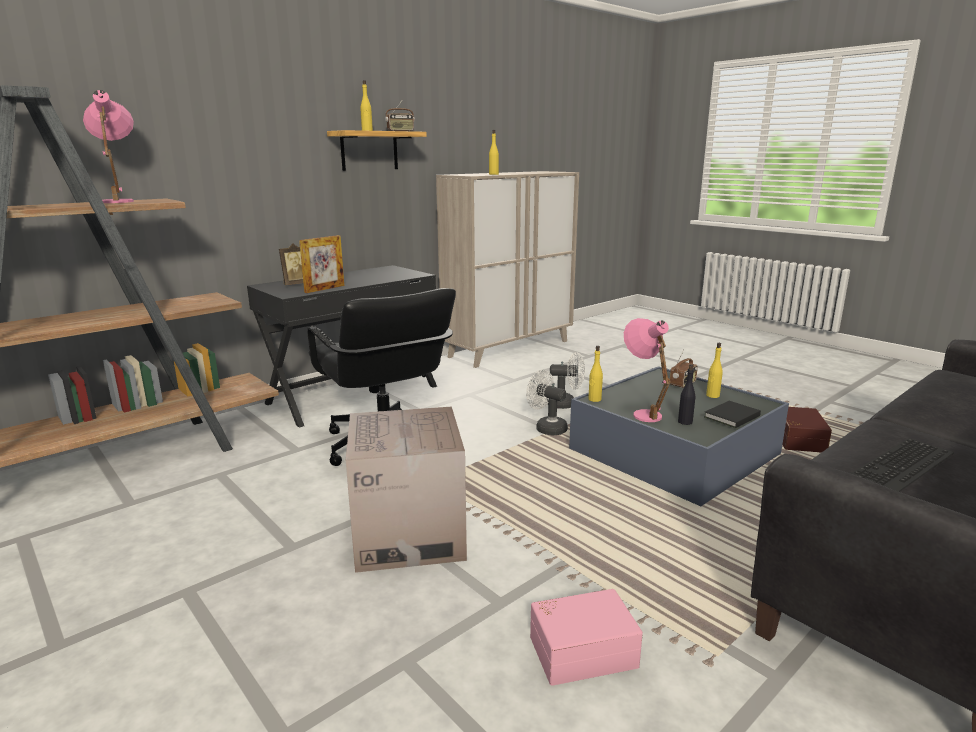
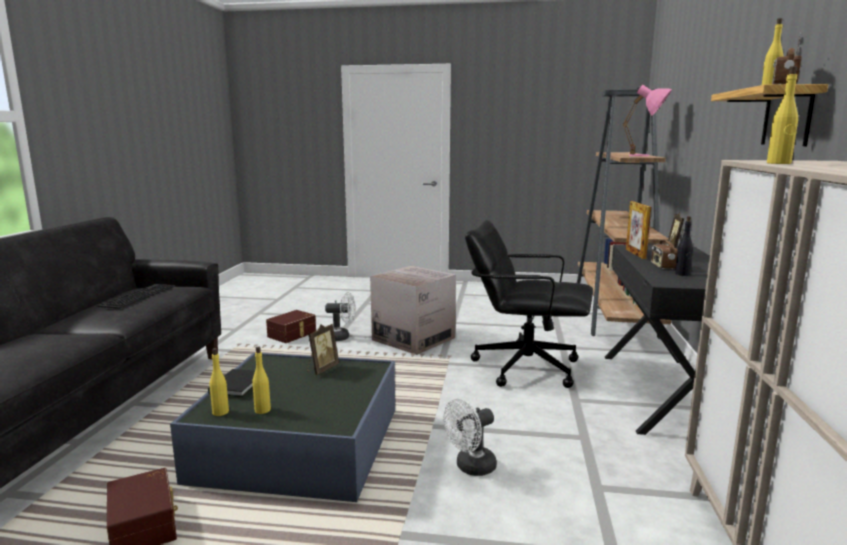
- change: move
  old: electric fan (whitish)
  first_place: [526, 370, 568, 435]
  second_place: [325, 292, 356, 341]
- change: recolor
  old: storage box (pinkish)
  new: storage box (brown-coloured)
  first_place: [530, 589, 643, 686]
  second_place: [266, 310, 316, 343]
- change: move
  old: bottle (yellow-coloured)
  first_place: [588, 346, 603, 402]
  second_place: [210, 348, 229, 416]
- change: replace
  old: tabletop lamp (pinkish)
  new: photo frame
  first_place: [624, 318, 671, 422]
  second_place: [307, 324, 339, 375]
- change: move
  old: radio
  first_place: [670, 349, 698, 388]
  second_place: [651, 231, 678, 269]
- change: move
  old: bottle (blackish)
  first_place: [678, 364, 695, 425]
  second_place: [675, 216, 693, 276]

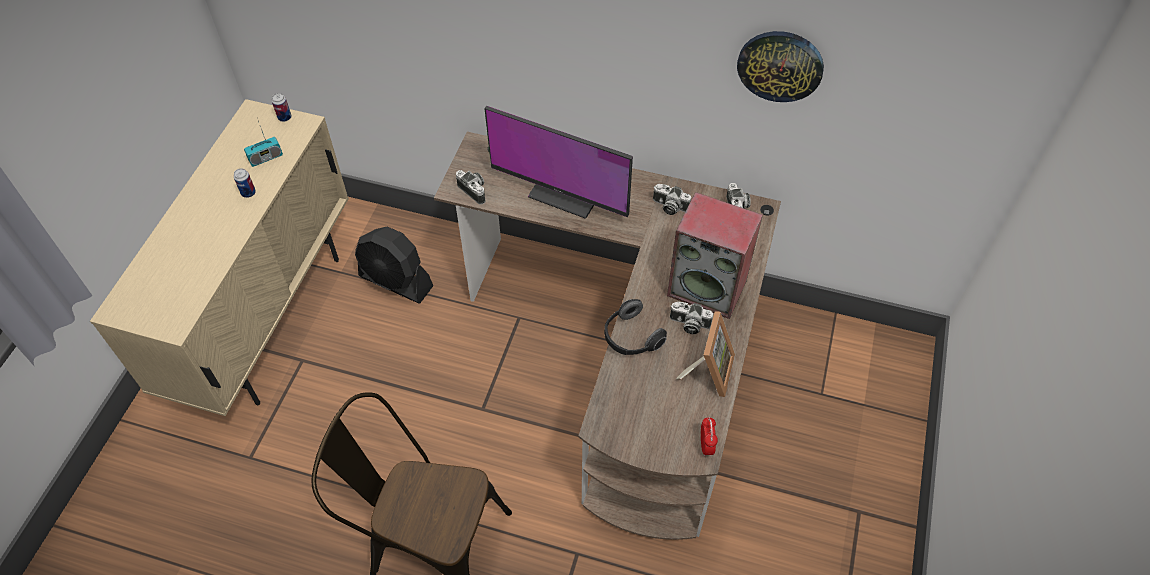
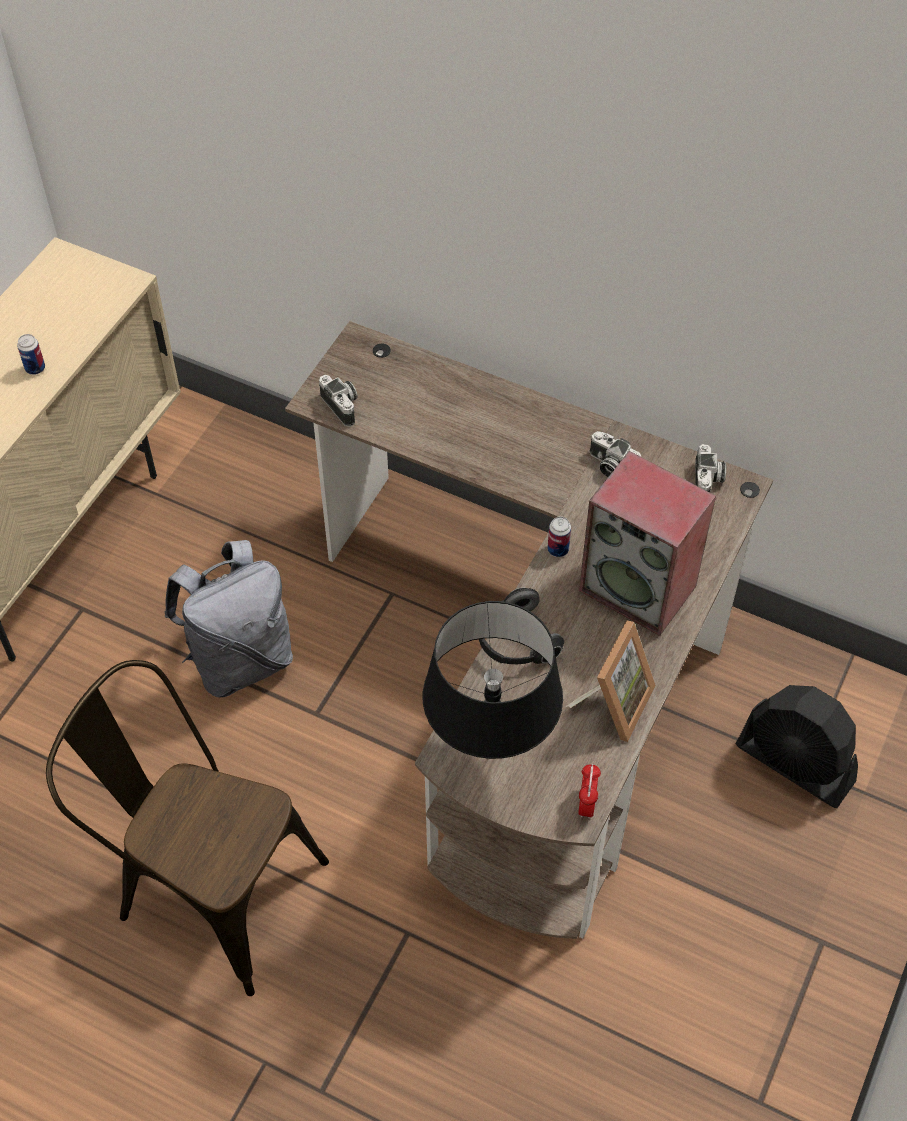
- change: delete
  old: radio
  first_place: [244, 118, 283, 167]
- change: move
  old: metal can
  first_place: [272, 93, 292, 122]
  second_place: [548, 516, 571, 557]
- change: move
  old: electric fan (blackish)
  first_place: [355, 226, 433, 303]
  second_place: [736, 685, 858, 808]
- change: delete
  old: computer display
  first_place: [484, 106, 633, 219]
- change: delete
  old: photo camera
  first_place: [670, 302, 713, 334]
- change: delete
  old: wall clock
  first_place: [737, 31, 824, 102]
- change: insert
  new: knapsack (greyish)
  second_place: [164, 540, 293, 697]
- change: insert
  new: tabletop lamp (blackish)
  second_place: [423, 601, 563, 759]

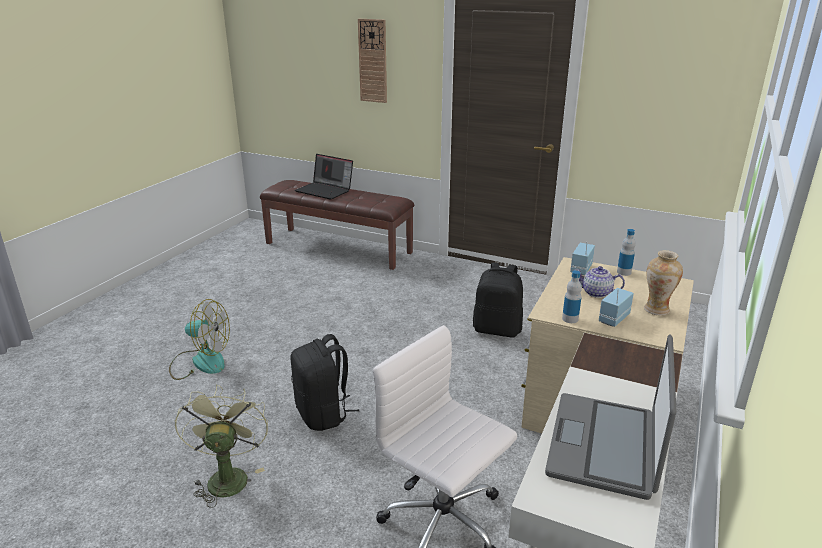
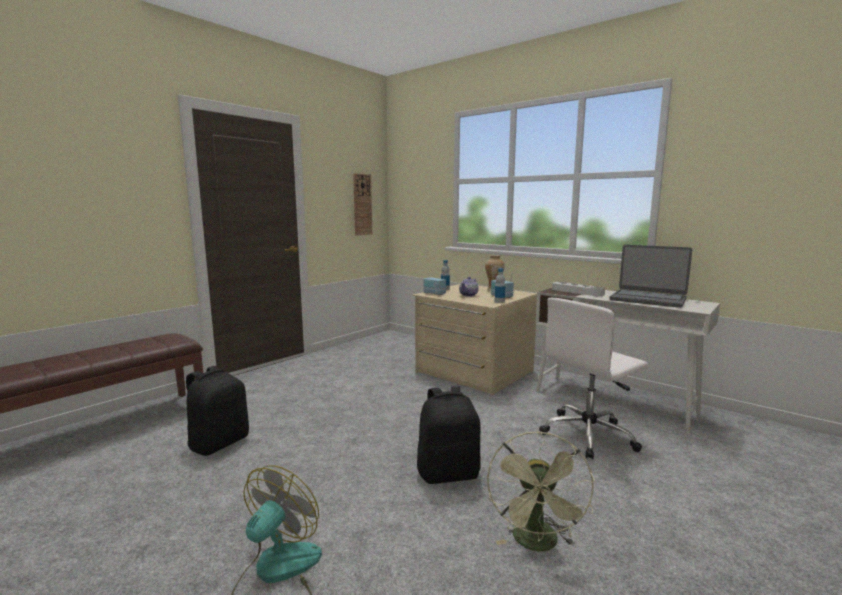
- change: rotate
  old: electric fan (green-coloured)
  first_place: [175, 384, 268, 508]
  second_place: [487, 431, 595, 551]
  degrees: -90
- change: delete
  old: laptop
  first_place: [295, 154, 353, 200]
- change: move
  old: wall clock
  first_place: [358, 19, 387, 103]
  second_place: [353, 173, 372, 235]
- change: move
  old: knapsack (blackish)
  first_place: [473, 263, 523, 338]
  second_place: [186, 366, 249, 456]
- change: insert
  new: serving tray (greyish)
  second_place: [552, 282, 605, 296]

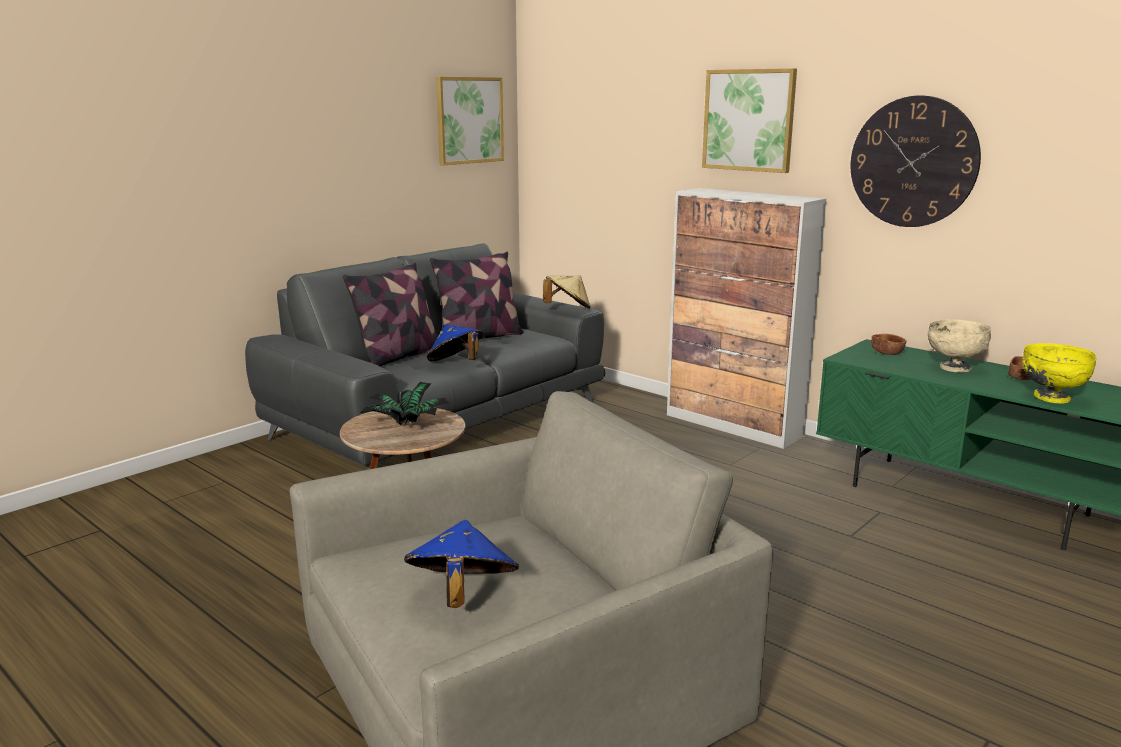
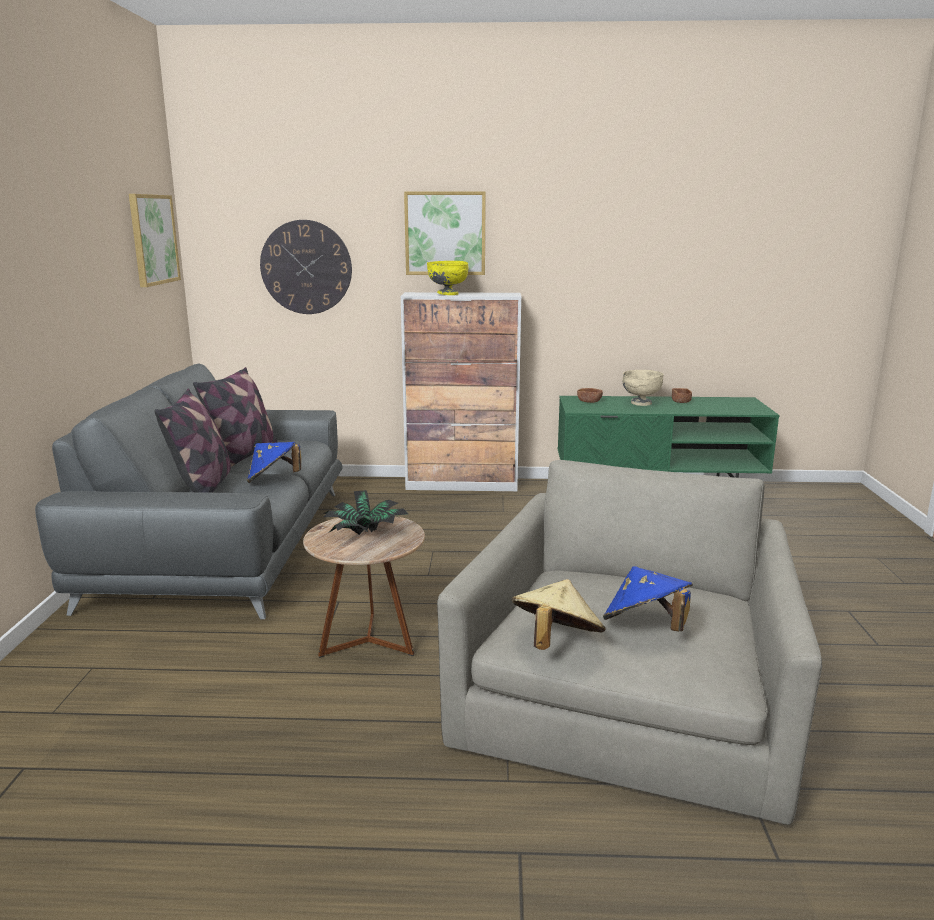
- change: move
  old: clothing hat (beige)
  first_place: [543, 275, 591, 309]
  second_place: [511, 579, 606, 650]
- change: move
  old: wall clock
  first_place: [851, 96, 981, 227]
  second_place: [260, 220, 352, 314]
- change: move
  old: bowl (yellow-coloured)
  first_place: [1022, 343, 1097, 403]
  second_place: [427, 261, 469, 295]

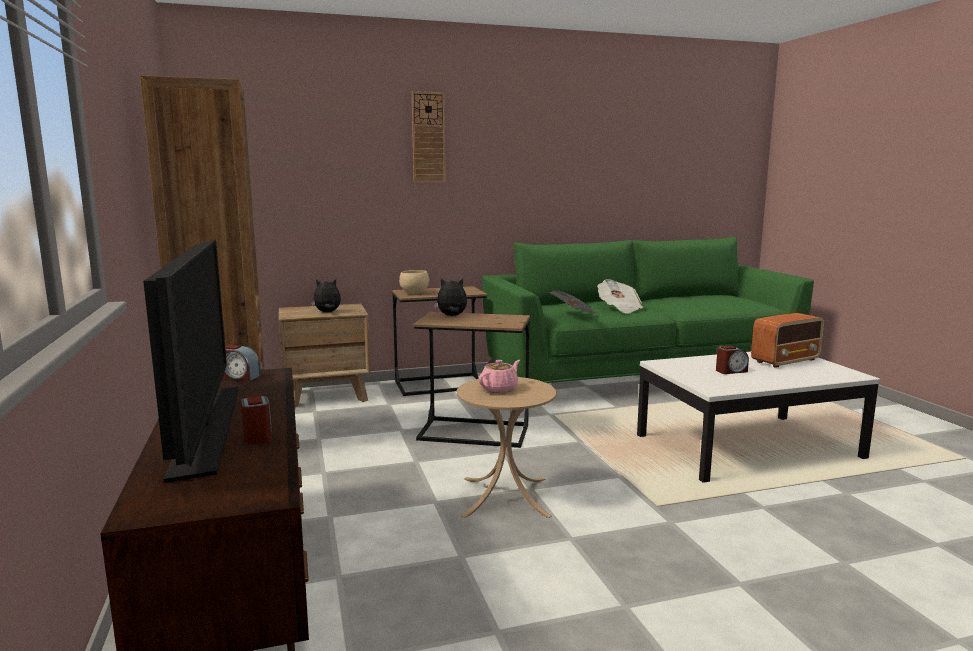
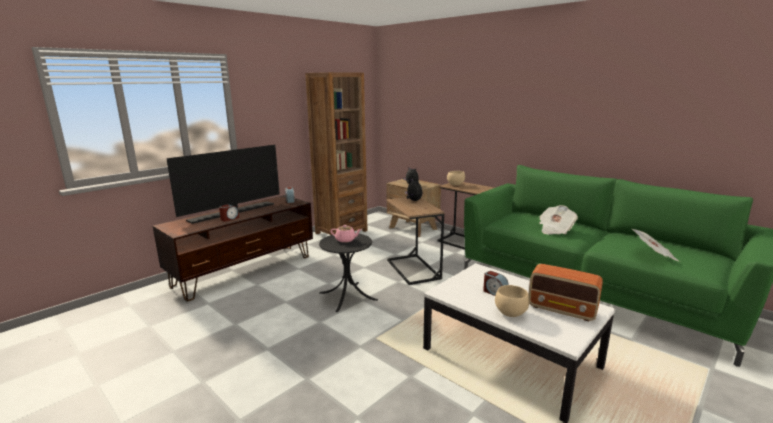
- change: delete
  old: wall clock
  first_place: [412, 91, 446, 183]
- change: recolor
  old: end table (beige)
  new: end table (blackish)
  first_place: [457, 377, 556, 518]
  second_place: [319, 233, 378, 312]
- change: move
  old: daily paper
  first_place: [549, 290, 597, 314]
  second_place: [632, 229, 680, 262]
- change: insert
  new: bowl (beige)
  second_place: [495, 285, 529, 317]

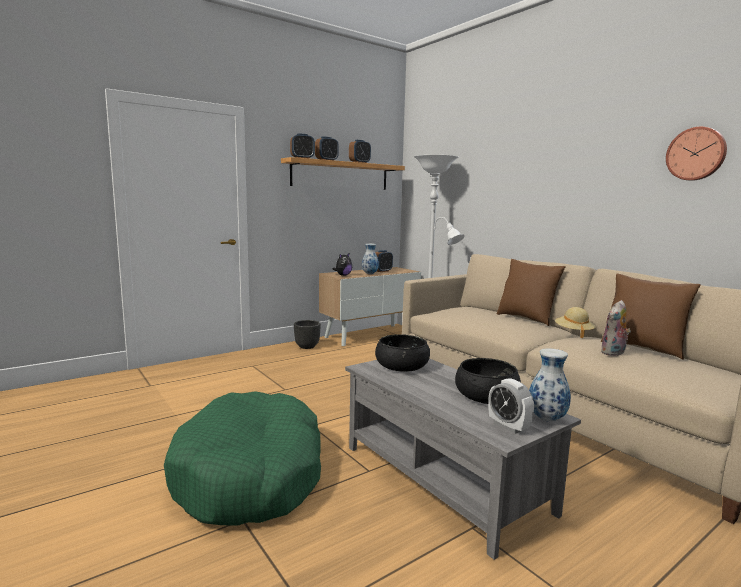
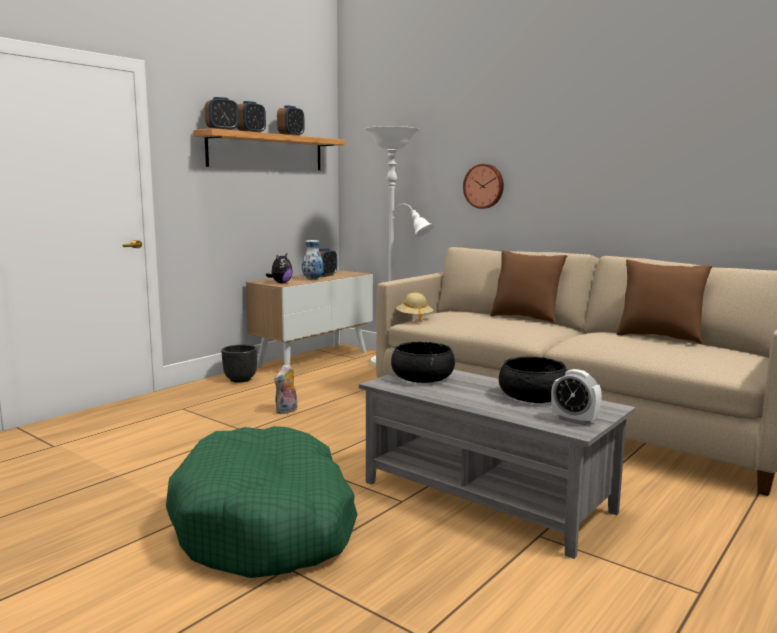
- change: delete
  old: vase
  first_place: [529, 349, 571, 422]
- change: move
  old: clothing hat (beige)
  first_place: [555, 307, 596, 338]
  second_place: [396, 293, 433, 322]
- change: move
  old: cuddly toy
  first_place: [602, 300, 631, 356]
  second_place: [274, 363, 297, 414]
- change: move
  old: wall clock
  first_place: [666, 127, 727, 181]
  second_place: [463, 164, 504, 209]

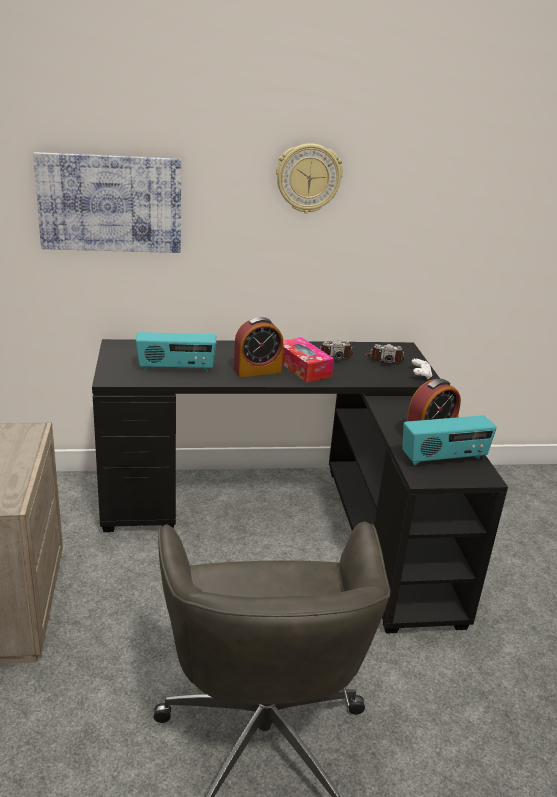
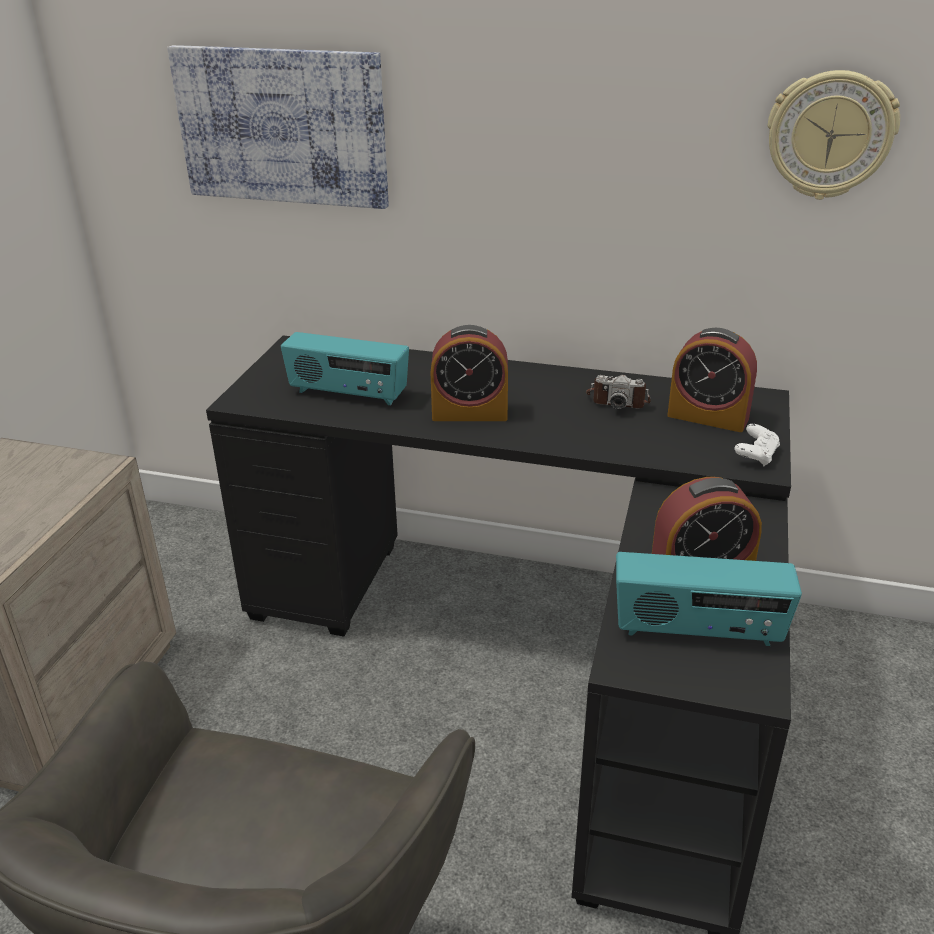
- change: move
  old: wall clock
  first_place: [276, 143, 343, 213]
  second_place: [767, 70, 900, 200]
- change: delete
  old: tissue holder
  first_place: [282, 337, 334, 383]
- change: replace
  old: photo camera
  new: table clock
  first_place: [365, 344, 405, 363]
  second_place: [667, 328, 757, 432]

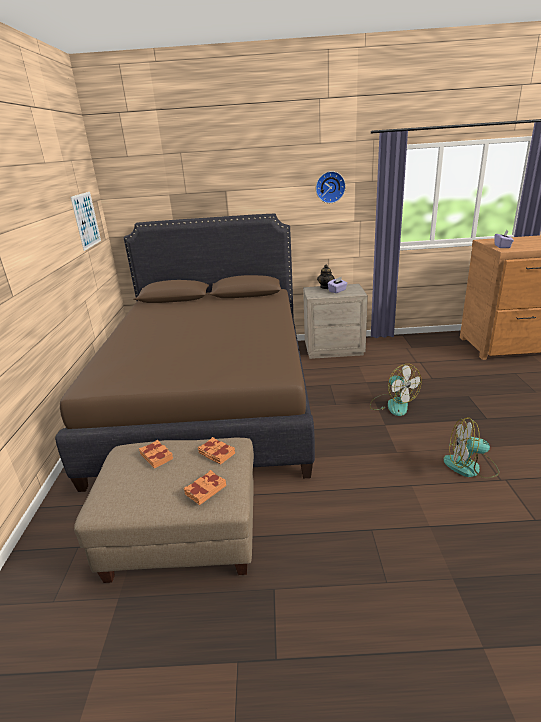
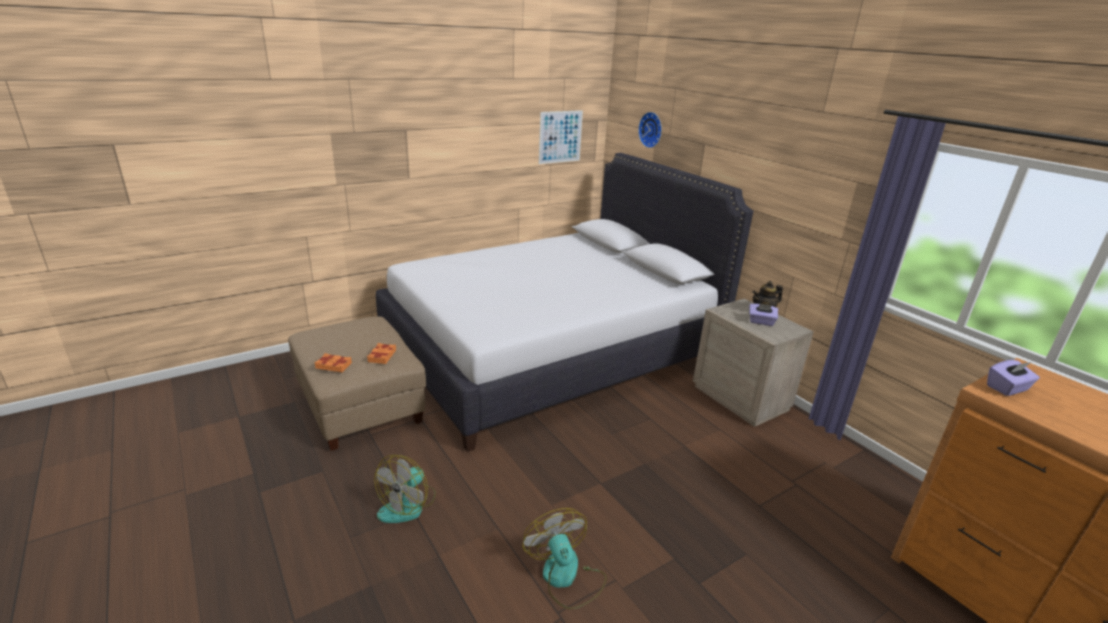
- change: recolor
  old: sleeping bed (brown-coloured)
  new: sleeping bed (whitish)
  first_place: [55, 213, 315, 492]
  second_place: [376, 153, 753, 452]
- change: delete
  old: bound book (orange)
  first_place: [139, 440, 173, 469]
- change: move
  old: wall clock
  first_place: [316, 171, 346, 203]
  second_place: [638, 112, 662, 148]
- change: move
  old: electric fan
  first_place: [370, 364, 422, 416]
  second_place: [374, 455, 436, 523]

